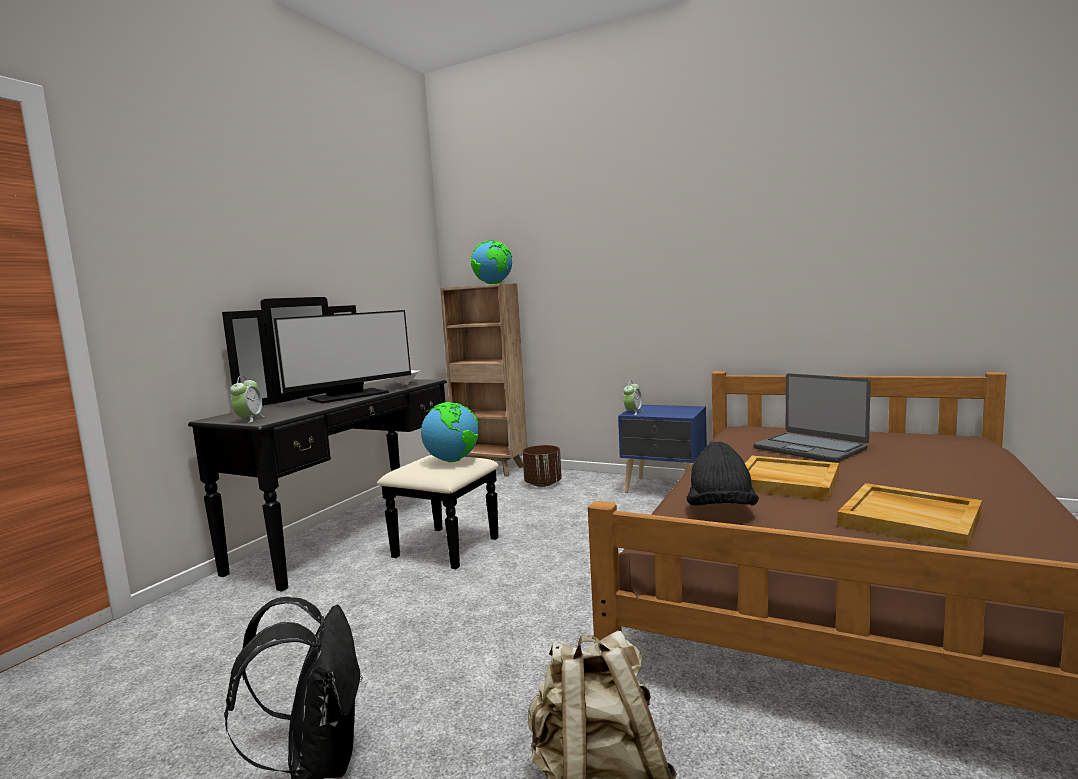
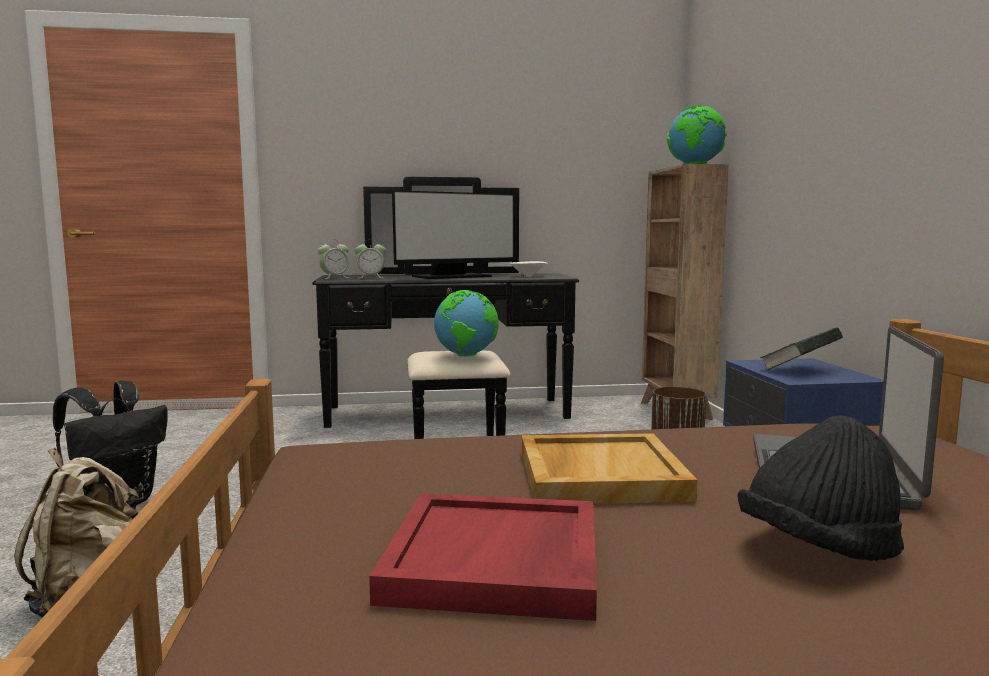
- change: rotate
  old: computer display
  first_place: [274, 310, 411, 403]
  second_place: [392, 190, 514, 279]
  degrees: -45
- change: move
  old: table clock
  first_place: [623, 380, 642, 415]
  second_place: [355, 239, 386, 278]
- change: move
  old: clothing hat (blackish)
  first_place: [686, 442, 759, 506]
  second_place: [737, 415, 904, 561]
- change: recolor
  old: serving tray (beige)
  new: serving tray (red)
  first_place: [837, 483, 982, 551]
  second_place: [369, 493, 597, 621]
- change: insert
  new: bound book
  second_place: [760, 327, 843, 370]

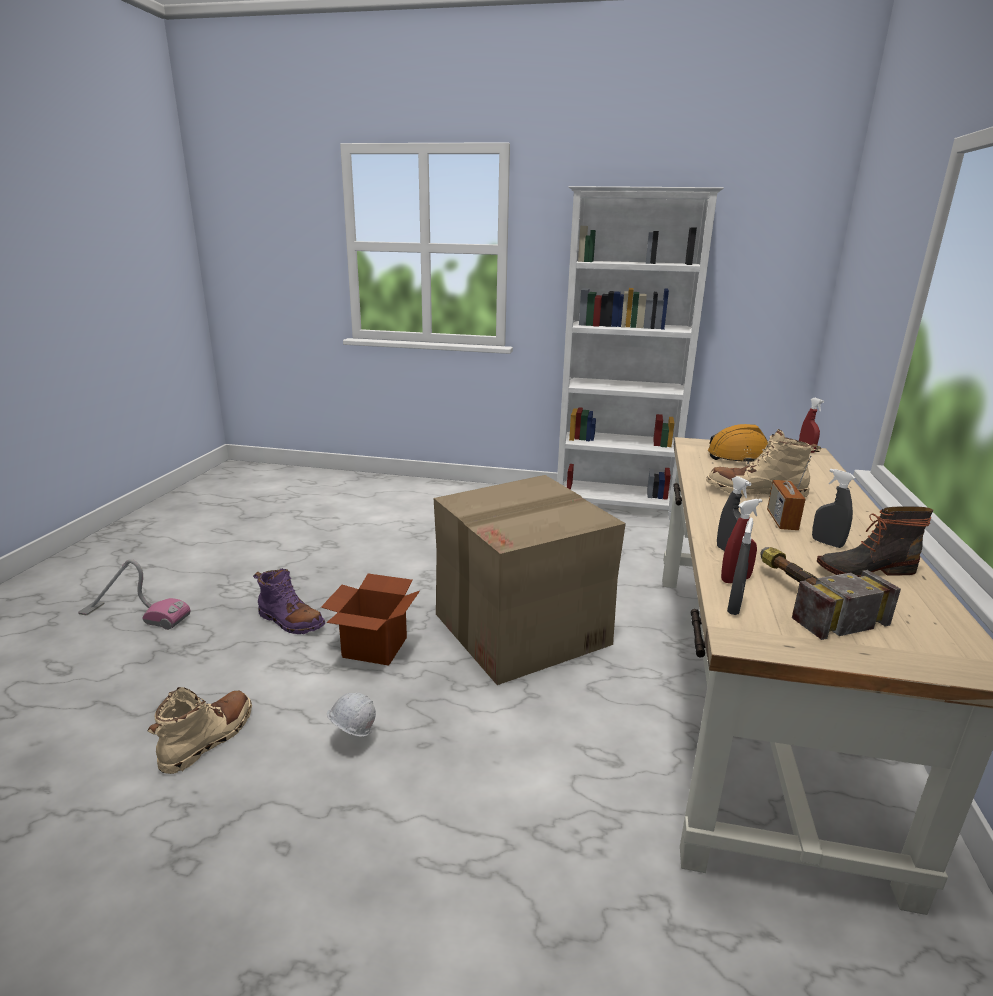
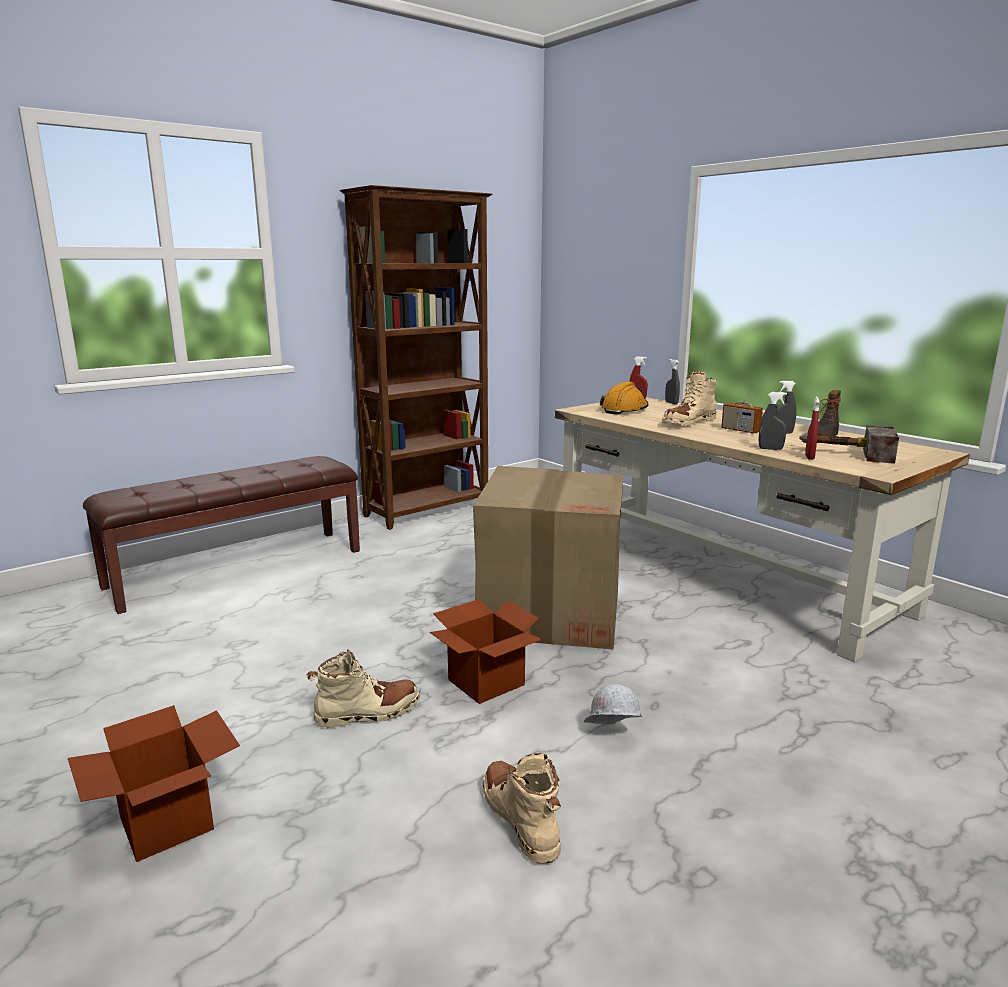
- change: replace
  old: hoover
  new: carton
  first_place: [78, 559, 190, 630]
  second_place: [68, 705, 240, 862]
- change: recolor
  old: high-top boot (purplish)
  new: high-top boot (beige)
  first_place: [253, 568, 325, 634]
  second_place: [306, 649, 420, 729]
- change: recolor
  old: bookshelf (whitish)
  new: bookshelf (brown-coloured)
  first_place: [557, 186, 724, 520]
  second_place: [340, 185, 493, 530]
- change: move
  old: sprayer (greyish)
  first_place: [727, 518, 753, 615]
  second_place: [665, 359, 680, 404]
- change: insert
  new: indoor bench (brown-coloured)
  second_place: [83, 456, 360, 614]

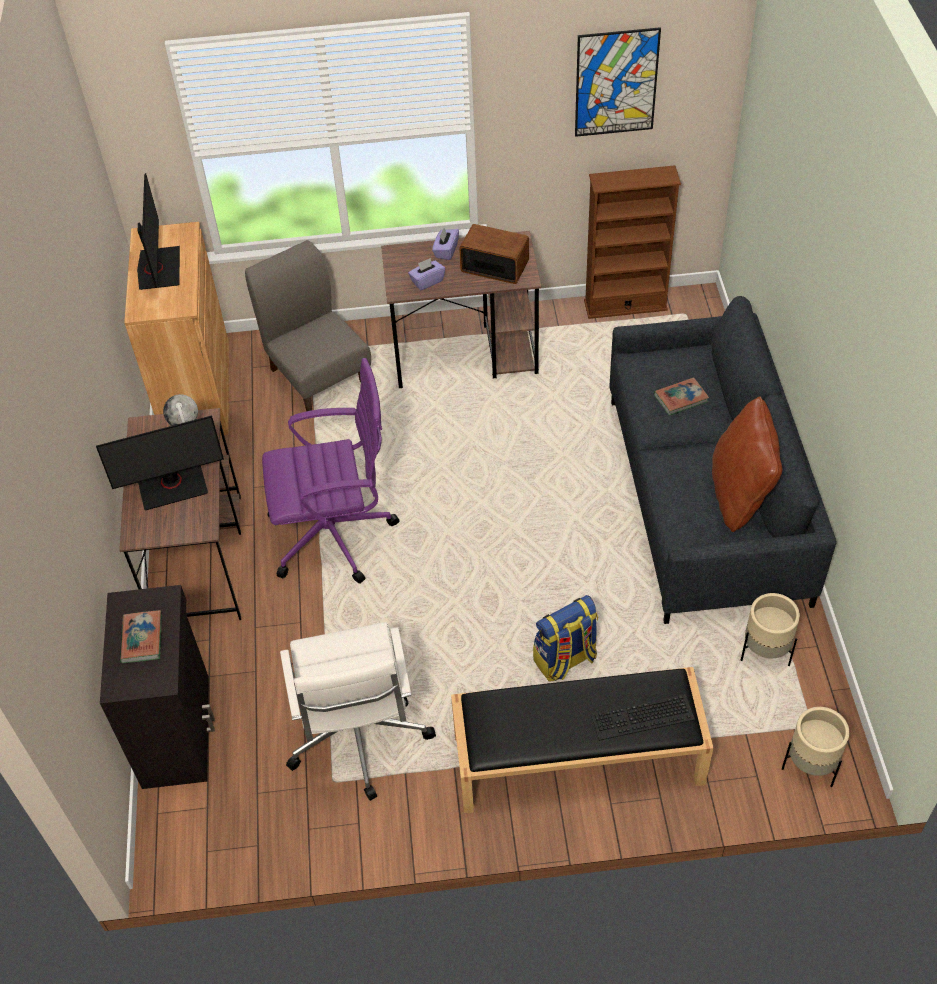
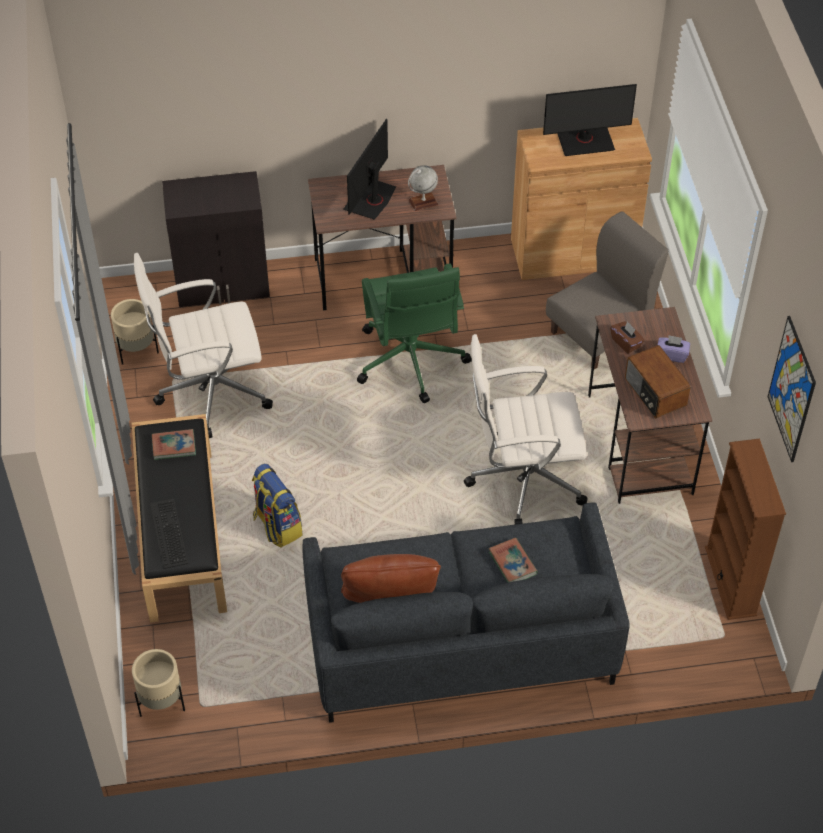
- change: rotate
  old: computer display
  first_place: [96, 415, 224, 510]
  second_place: [343, 119, 396, 220]
  degrees: 45
- change: move
  old: bound book
  first_place: [120, 610, 162, 663]
  second_place: [152, 429, 196, 460]
- change: recolor
  old: desk chair (purplish)
  new: desk chair (green-coloured)
  first_place: [262, 358, 399, 583]
  second_place: [357, 263, 472, 403]
- change: recolor
  old: tissue holder (purplish)
  new: tissue holder (brown-coloured)
  first_place: [408, 258, 445, 290]
  second_place: [610, 321, 644, 354]
- change: rotate
  old: radio
  first_place: [459, 224, 529, 284]
  second_place: [625, 345, 691, 418]
  degrees: 135
- change: move
  old: planter (beige)
  first_place: [741, 593, 800, 666]
  second_place: [111, 299, 159, 365]
- change: insert
  new: desk chair (whitish)
  second_place: [464, 334, 587, 524]

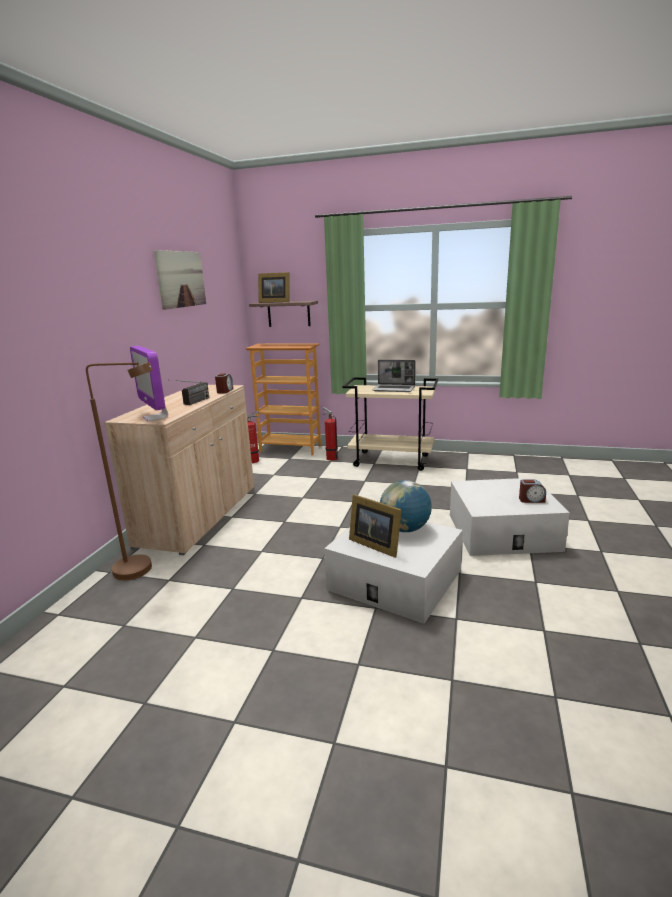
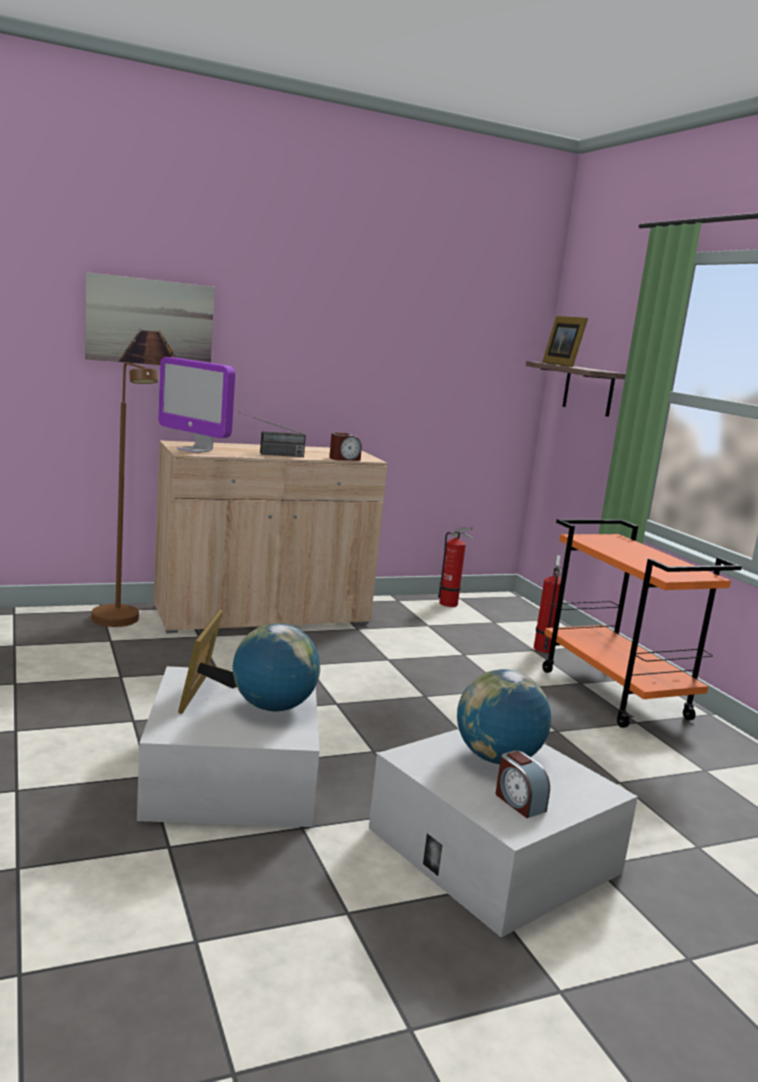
- change: rotate
  old: computer display
  first_place: [130, 346, 168, 421]
  second_place: [158, 357, 235, 453]
  degrees: -75
- change: move
  old: wall art
  first_place: [154, 250, 206, 310]
  second_place: [85, 272, 215, 365]
- change: delete
  old: bookshelf
  first_place: [245, 343, 321, 455]
- change: recolor
  old: cart (beige)
  new: cart (orange)
  first_place: [343, 377, 438, 471]
  second_place: [542, 519, 742, 728]
- change: delete
  old: laptop
  first_place: [373, 360, 416, 392]
- change: insert
  new: world globe
  second_place: [457, 669, 551, 764]

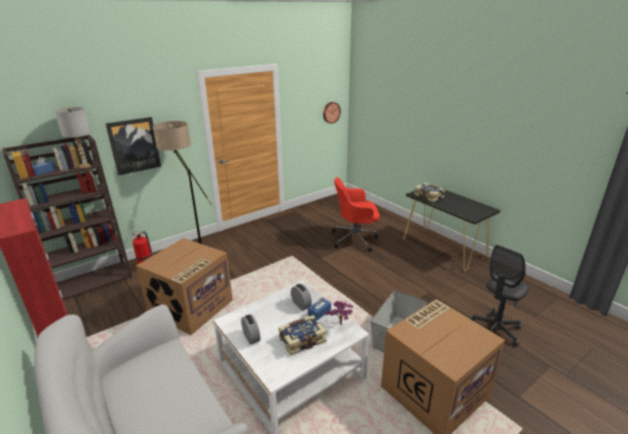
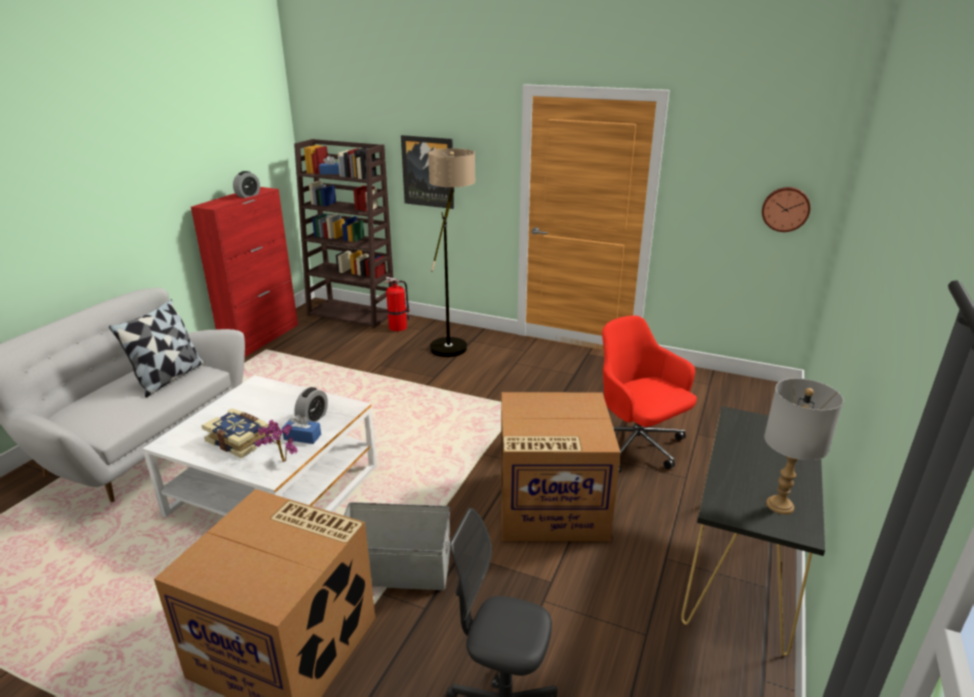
- change: move
  old: tabletop lamp (greyish)
  first_place: [55, 107, 92, 168]
  second_place: [764, 378, 843, 514]
- change: move
  old: carton
  first_place: [136, 238, 233, 335]
  second_place: [501, 392, 621, 541]
- change: move
  old: table clock
  first_place: [241, 314, 260, 345]
  second_place: [233, 171, 260, 198]
- change: delete
  old: bound book
  first_place: [414, 183, 445, 202]
- change: insert
  new: cushion
  second_place: [109, 299, 204, 397]

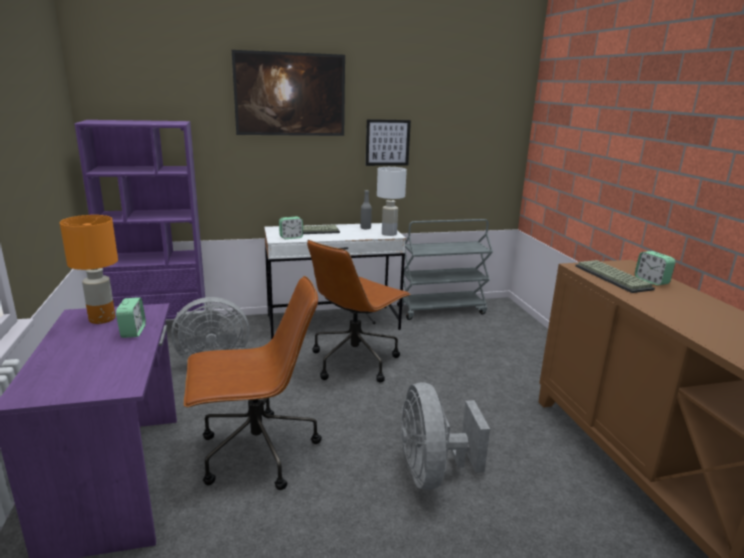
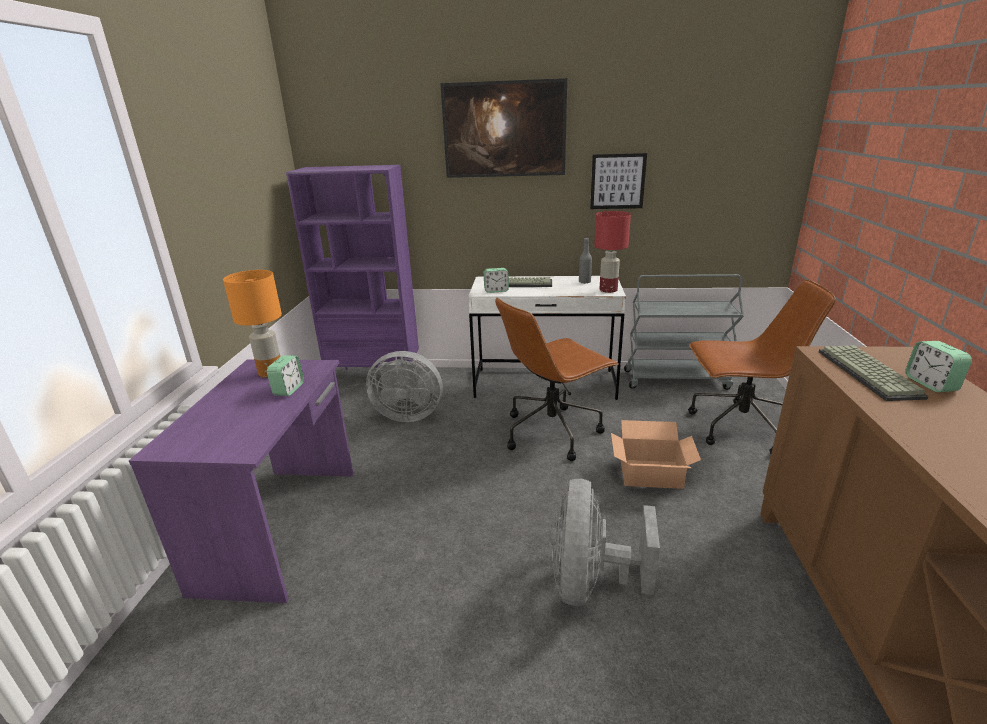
- change: move
  old: desk chair (brown-coloured)
  first_place: [184, 276, 322, 490]
  second_place: [688, 280, 836, 454]
- change: recolor
  old: tabletop lamp (whitish)
  new: tabletop lamp (red)
  first_place: [377, 167, 407, 236]
  second_place: [594, 211, 631, 293]
- change: insert
  new: carton
  second_place: [611, 420, 701, 489]

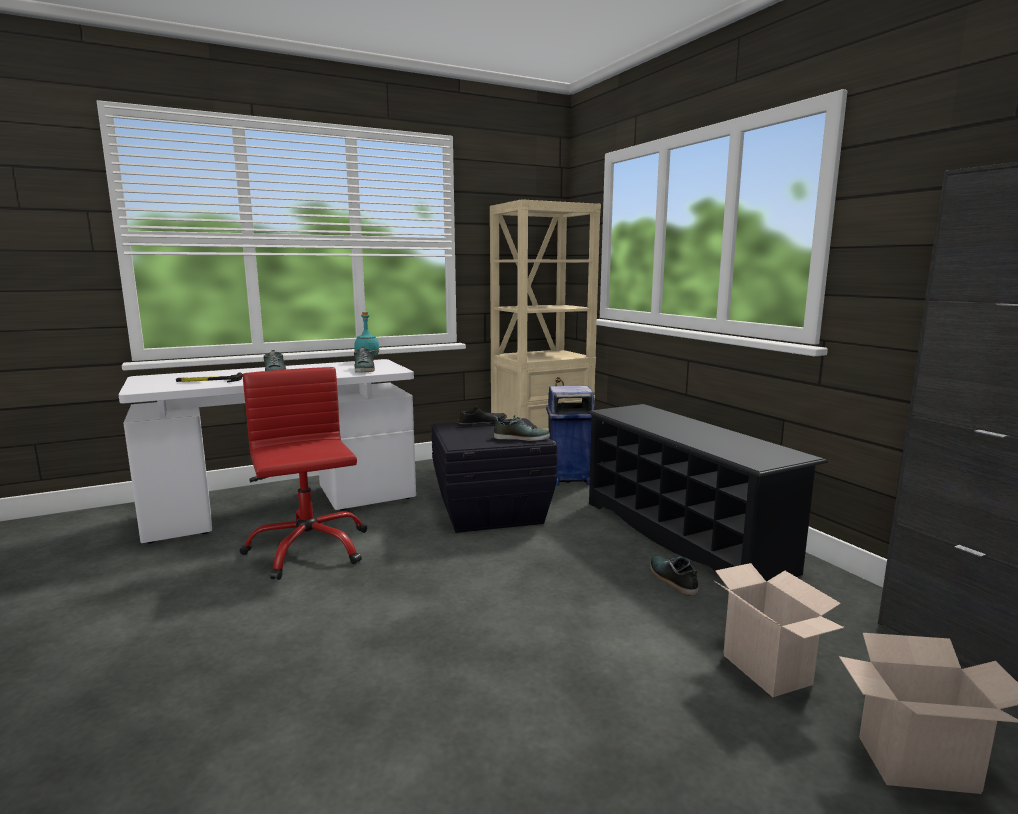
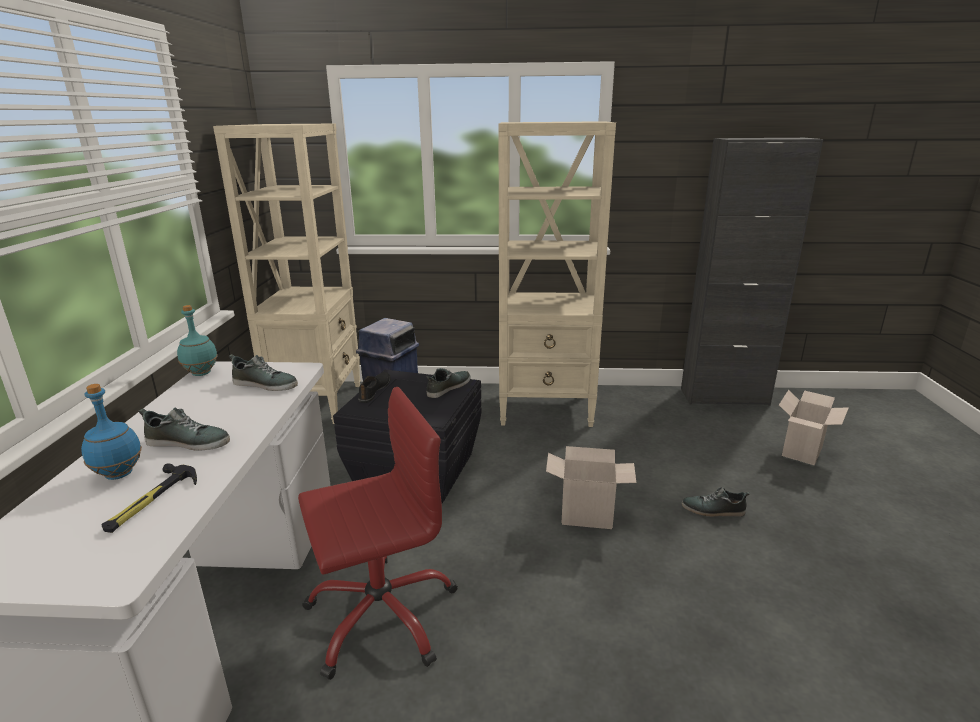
- change: rotate
  old: desk chair (red)
  first_place: [239, 367, 368, 580]
  second_place: [298, 387, 458, 680]
  degrees: 150
- change: replace
  old: shoe stand (blackish)
  new: bookshelf (beige)
  first_place: [587, 404, 828, 582]
  second_place: [498, 121, 616, 427]
- change: move
  old: item of footwear
  first_place: [650, 556, 698, 596]
  second_place: [682, 487, 750, 517]
- change: move
  old: carton
  first_place: [714, 563, 844, 697]
  second_place: [546, 446, 636, 529]
- change: insert
  new: bottle (bluish)
  second_place: [81, 384, 142, 480]

